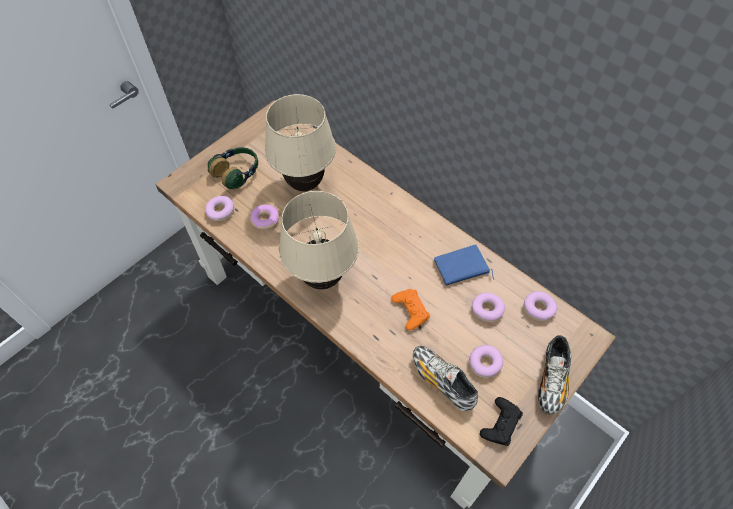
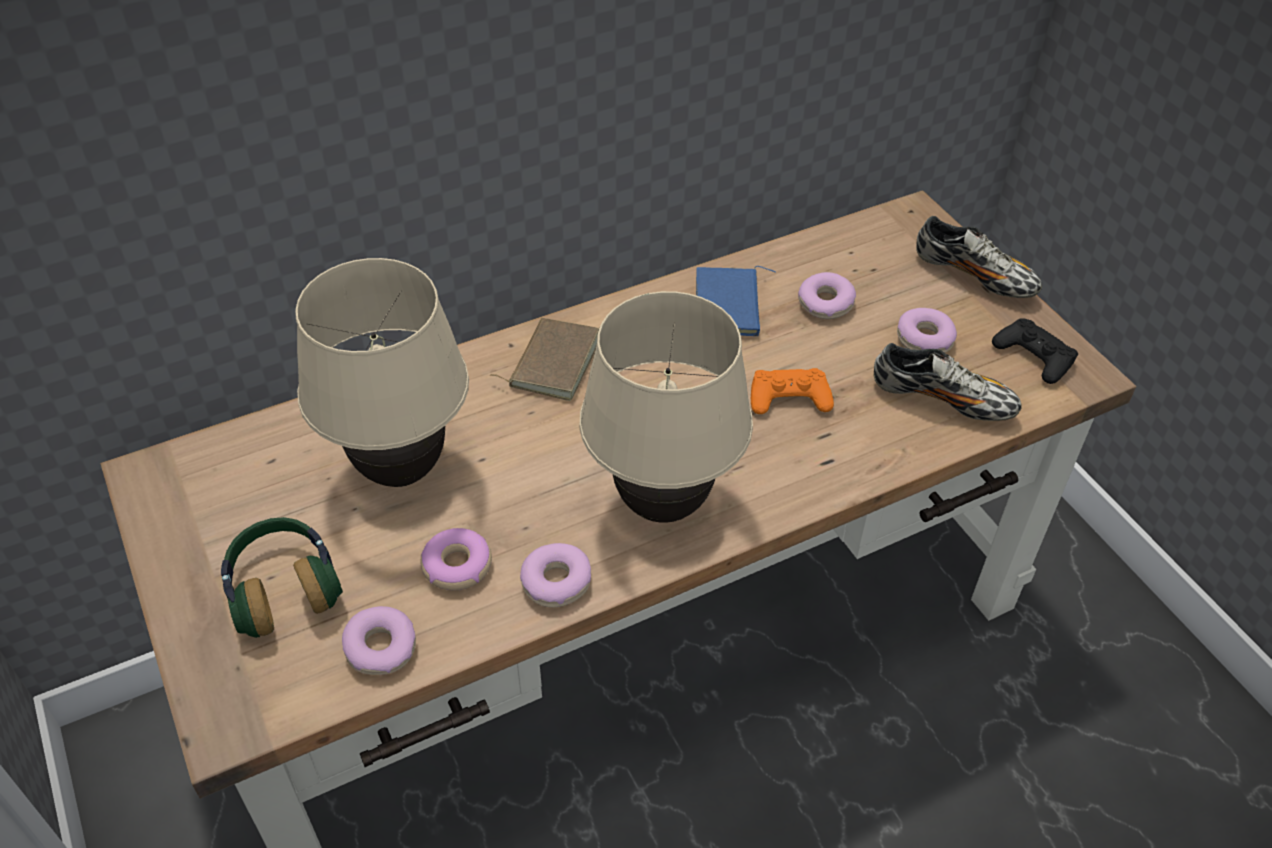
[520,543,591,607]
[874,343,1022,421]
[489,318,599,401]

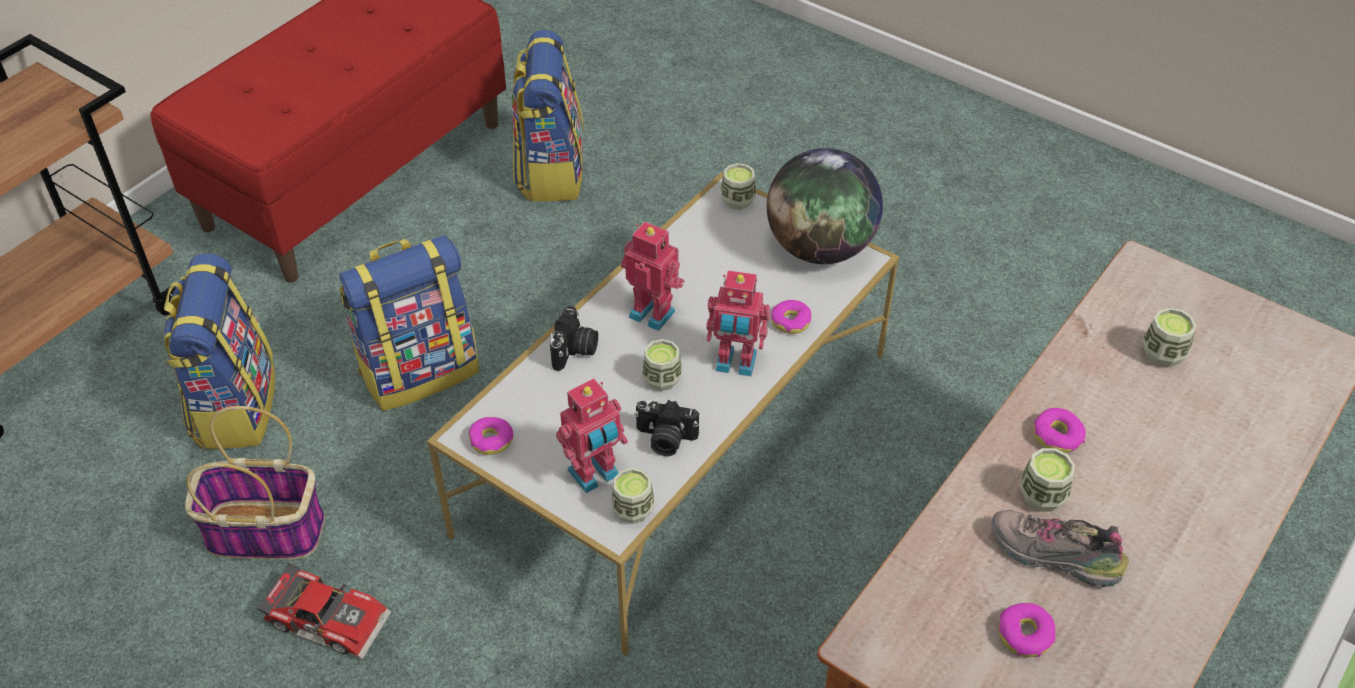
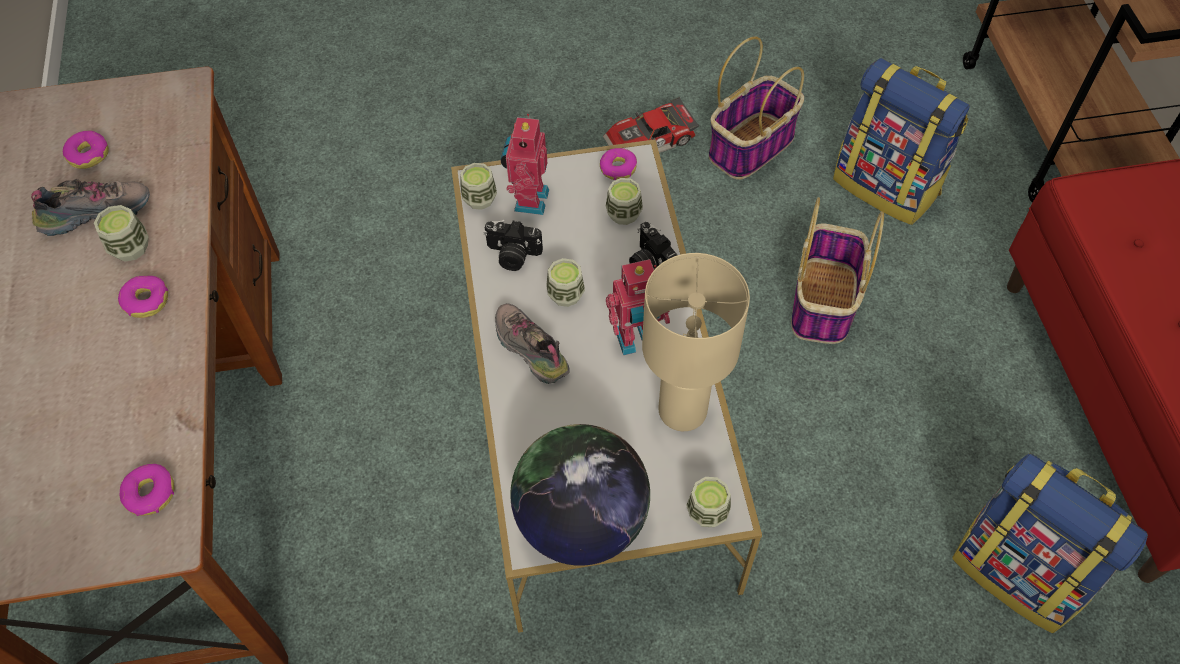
[791,197,884,344]
[495,303,570,384]
[120,464,175,516]
[606,178,643,225]
[484,220,543,271]
[642,253,750,431]

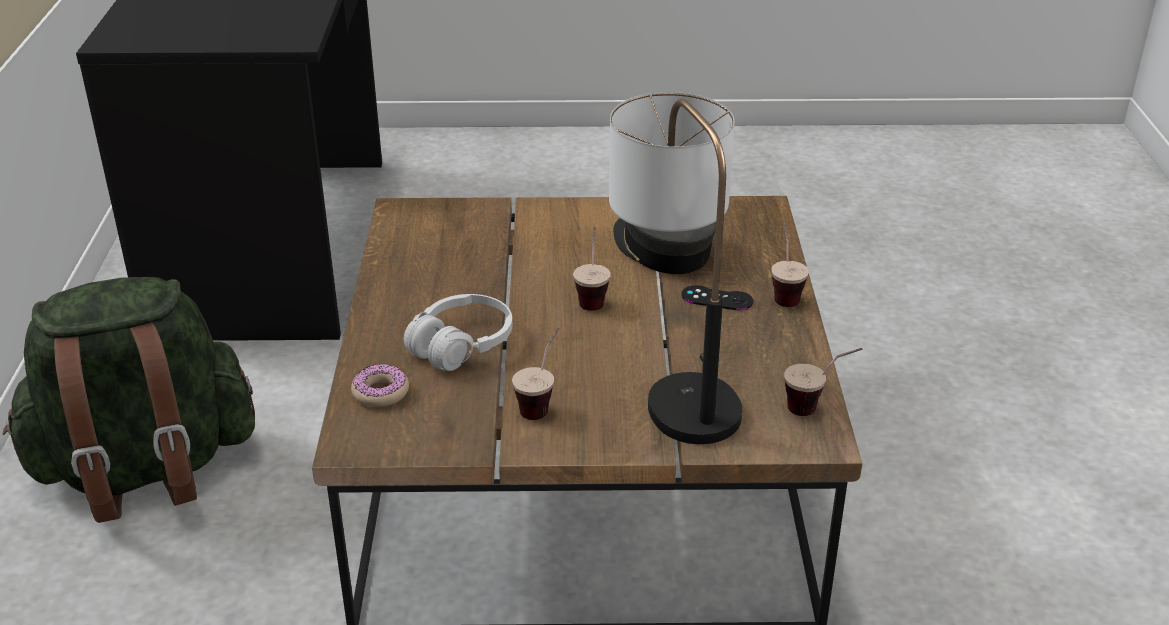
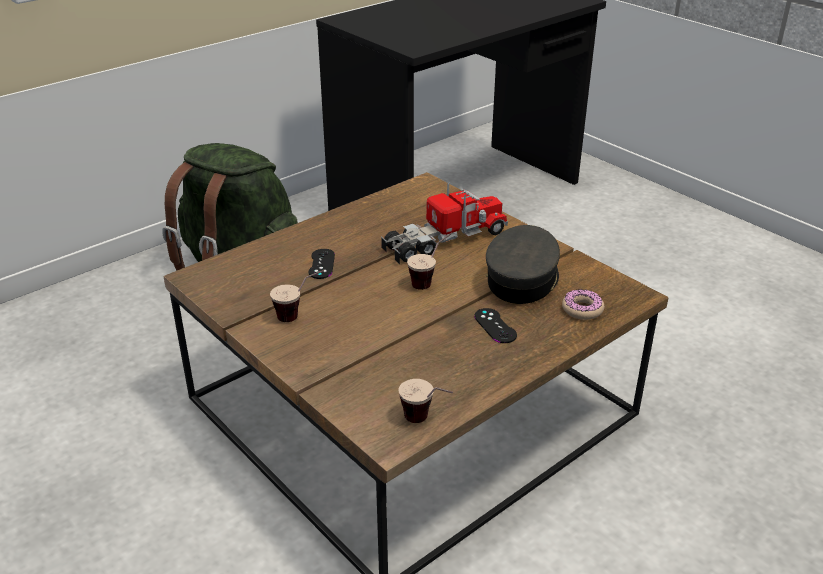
[609,92,742,444] (first image)
[771,223,809,307] (first image)
[308,249,335,279]
[562,289,604,320]
[381,182,508,264]

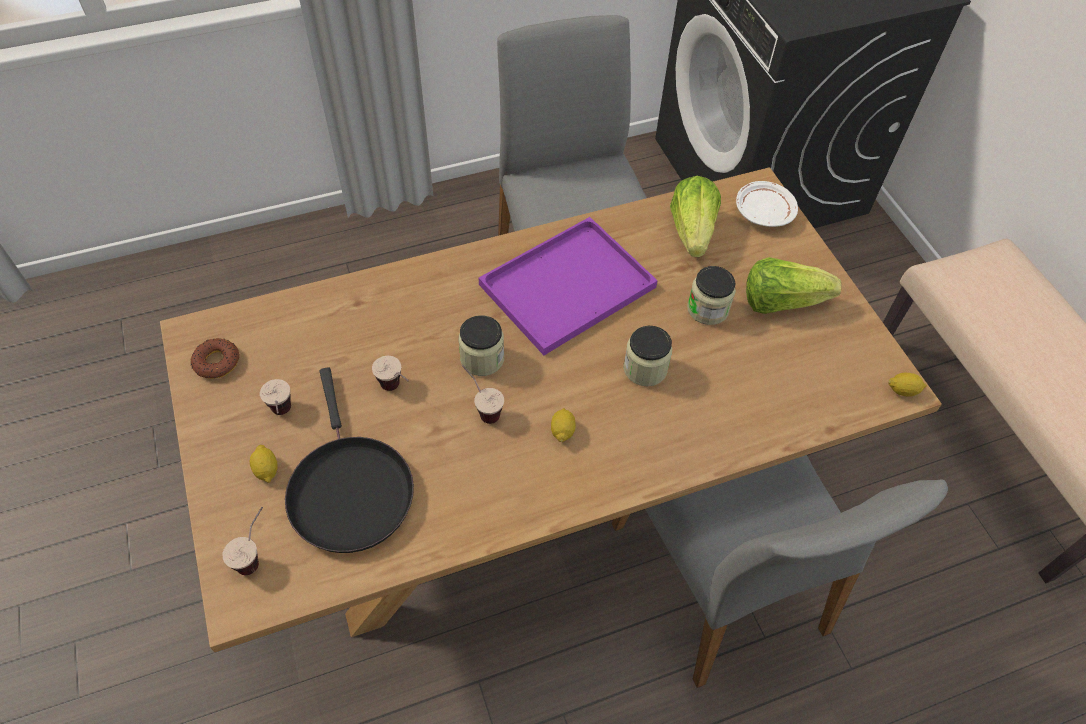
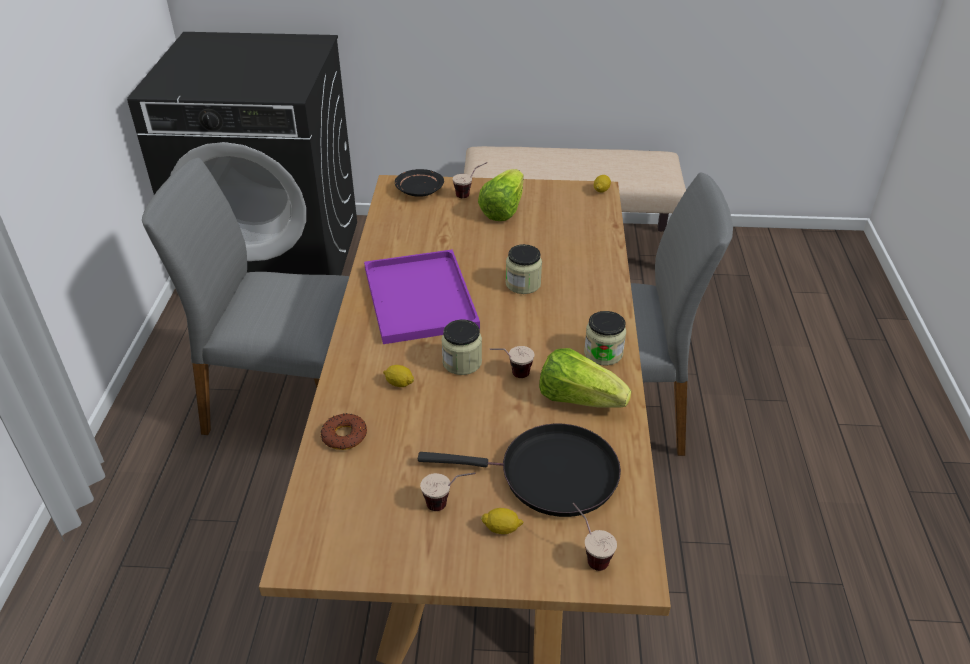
[539,348,631,408]
[395,169,444,197]
[584,311,626,366]
[321,413,367,450]
[452,162,487,198]
[383,365,414,387]

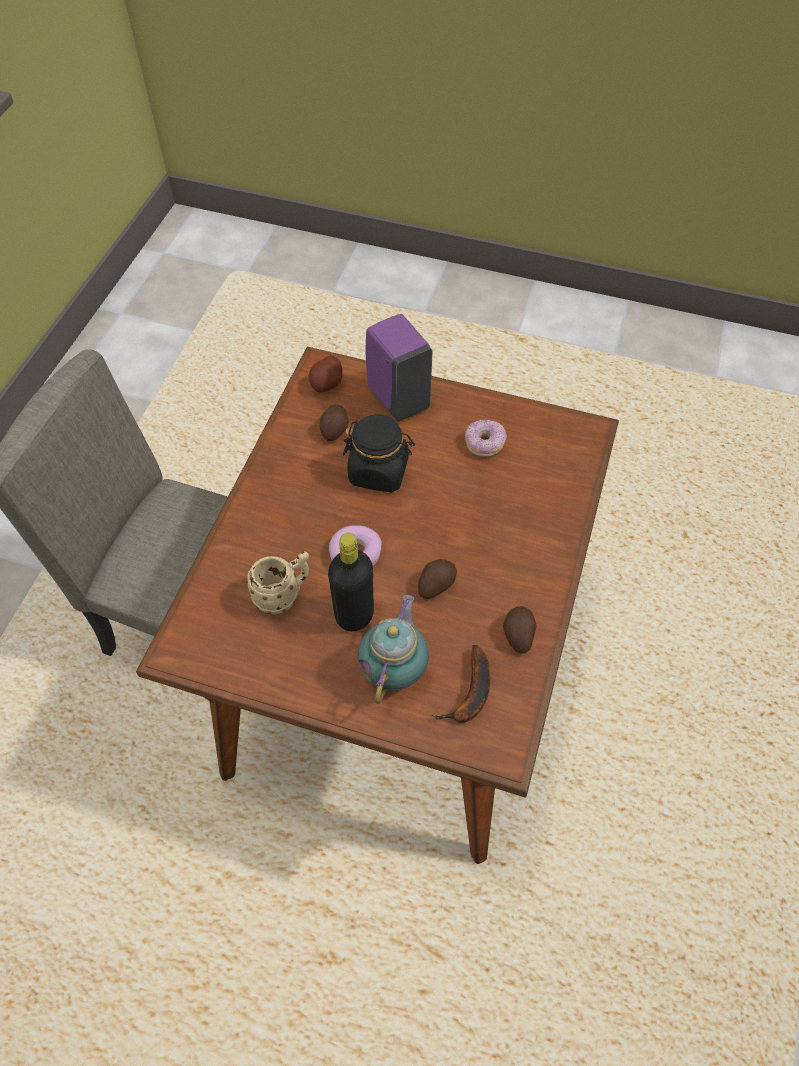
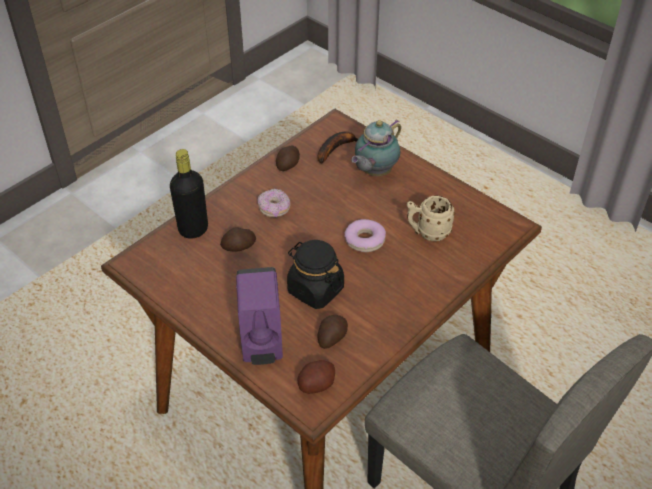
[258,189,291,218]
[170,149,208,239]
[220,227,256,252]

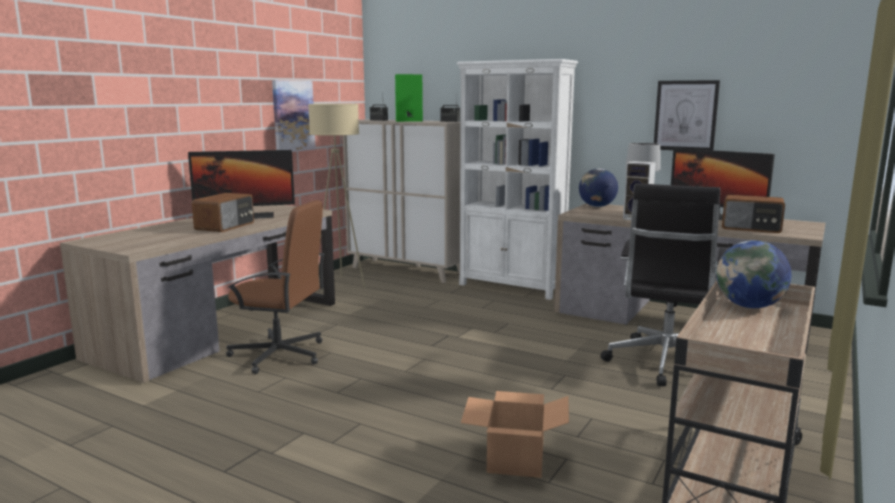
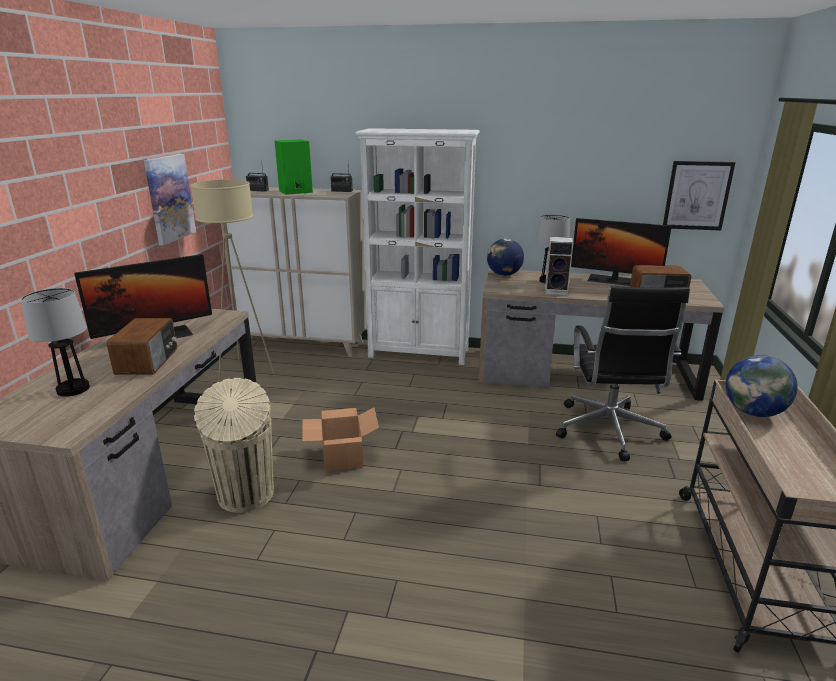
[663,161,735,231]
[194,378,274,513]
[302,407,379,471]
[21,288,90,397]

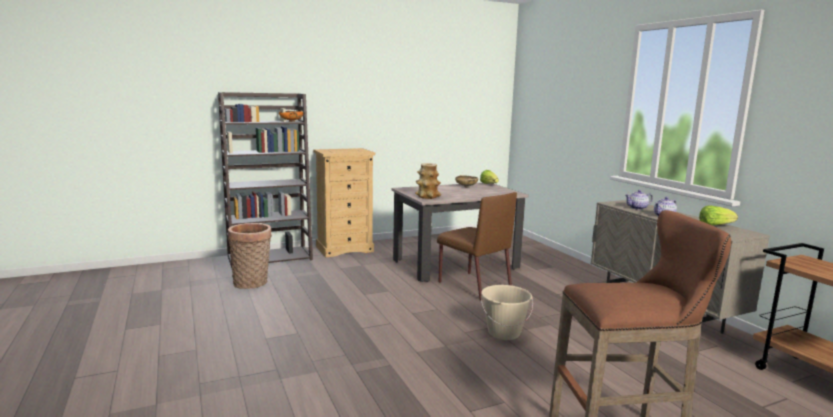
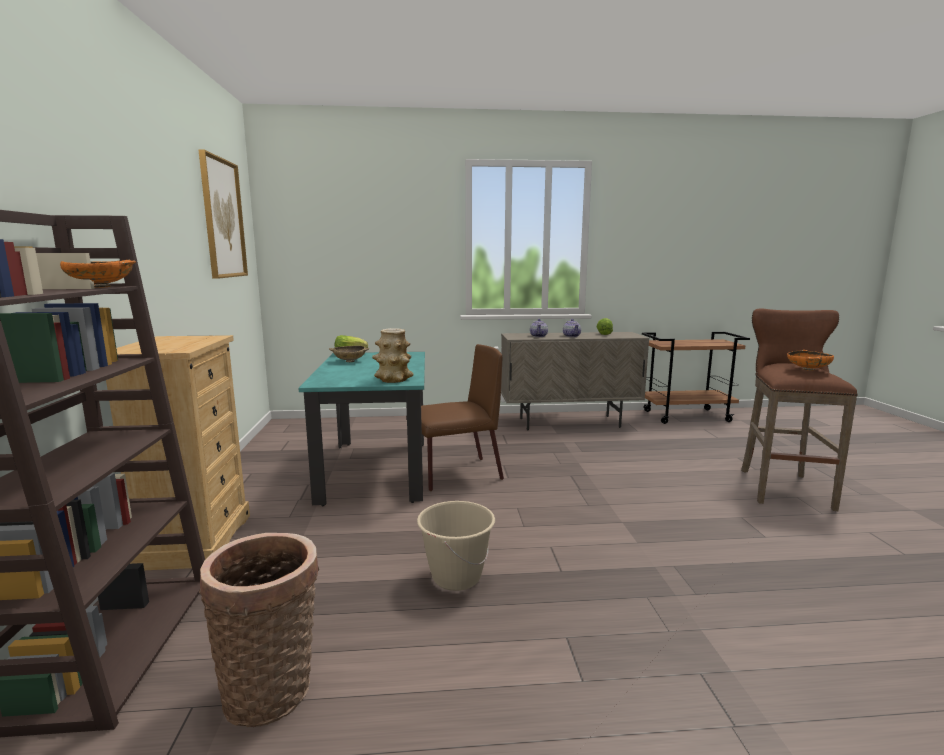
[298,352,425,506]
[417,501,495,591]
[198,149,248,279]
[787,350,834,371]

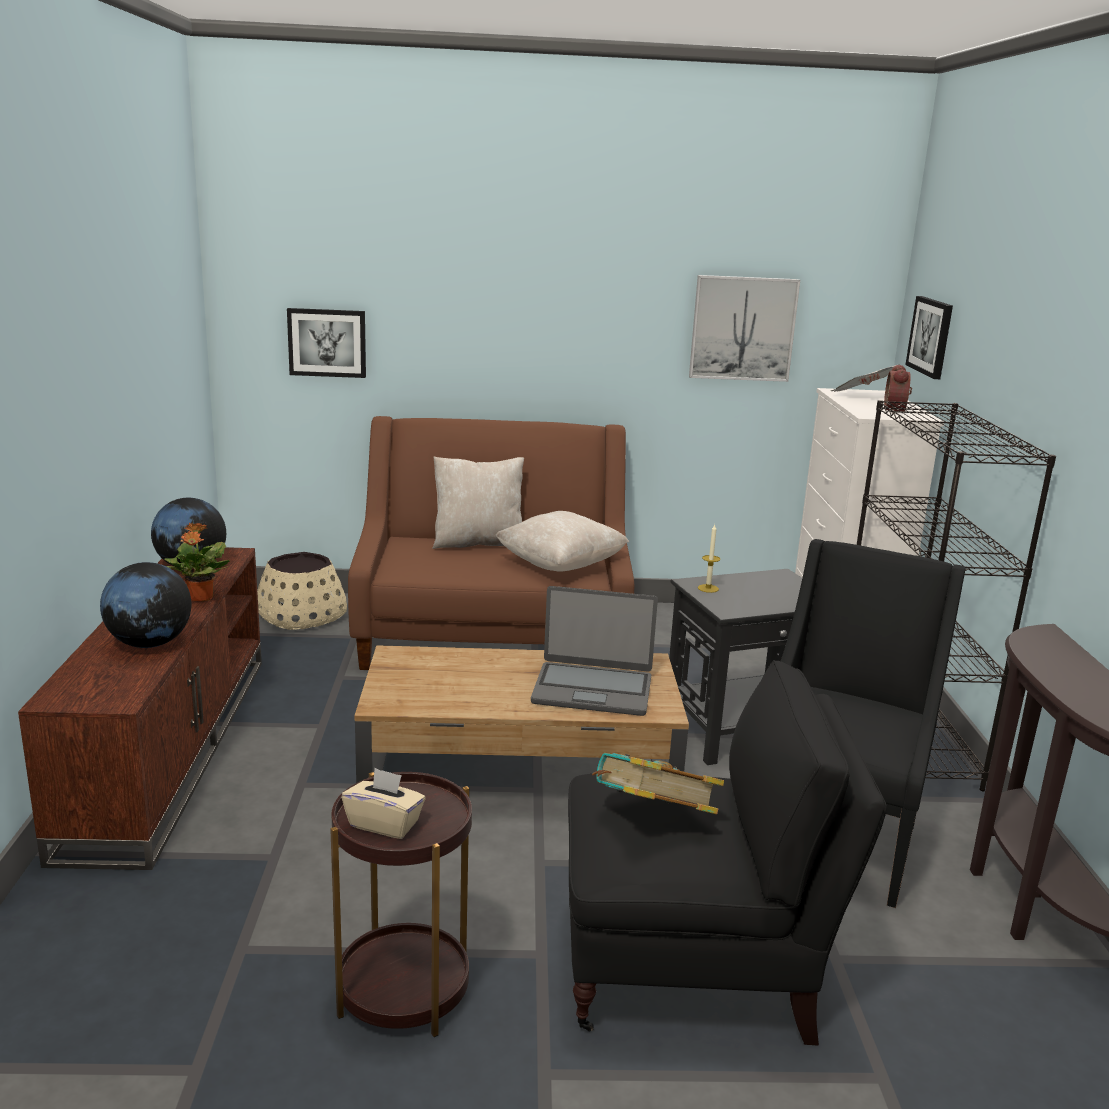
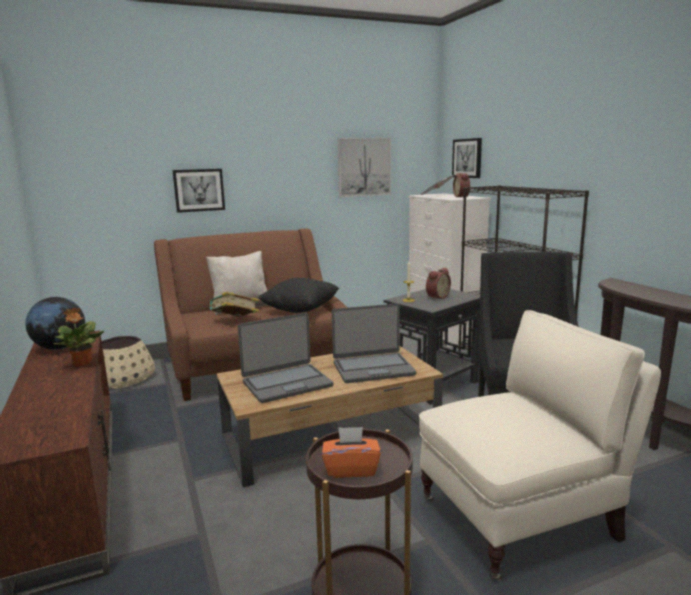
[173,169,225,213]
[259,278,339,313]
[100,562,191,648] (first image)
[419,310,661,581]
[208,291,259,317]
[322,427,381,478]
[426,268,451,300]
[238,313,333,403]

